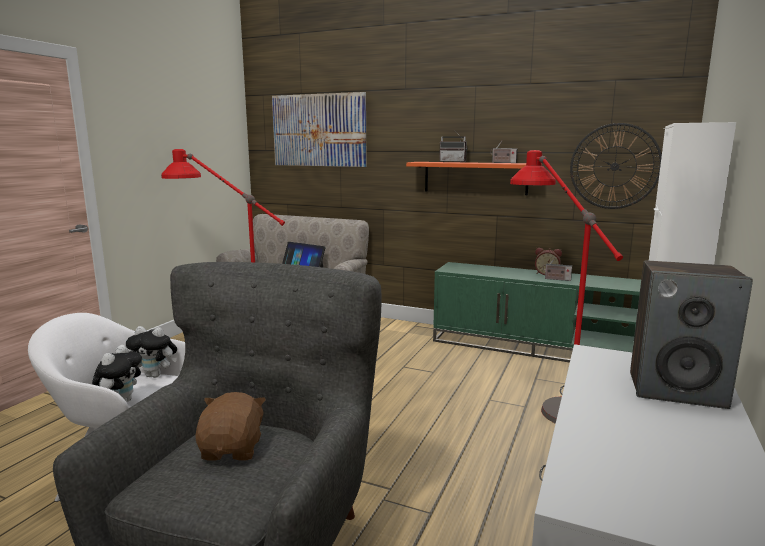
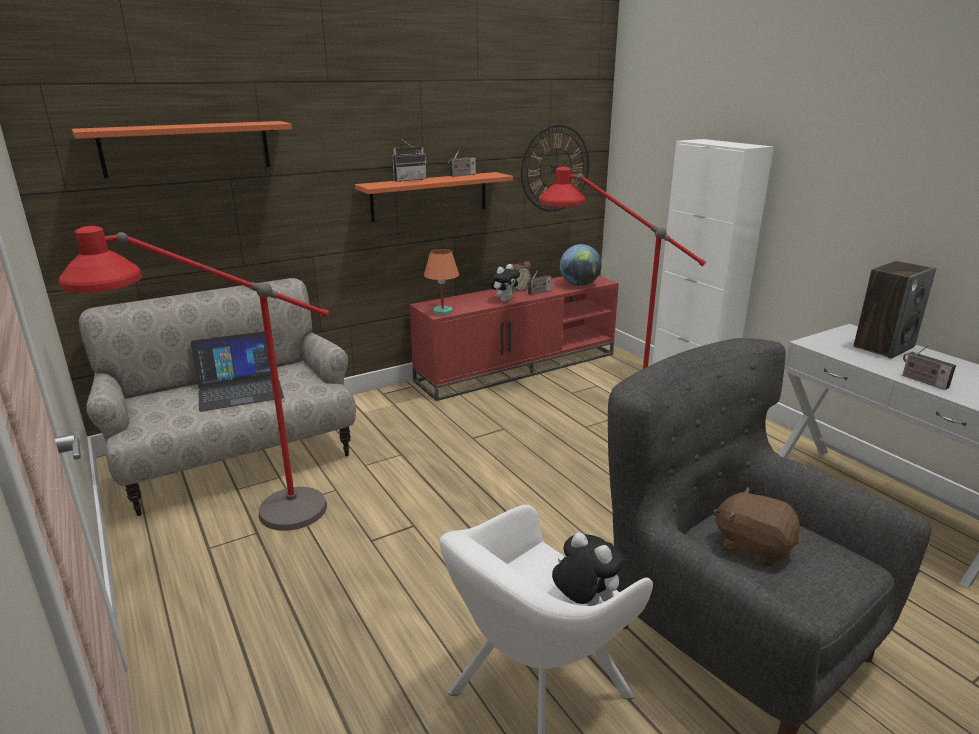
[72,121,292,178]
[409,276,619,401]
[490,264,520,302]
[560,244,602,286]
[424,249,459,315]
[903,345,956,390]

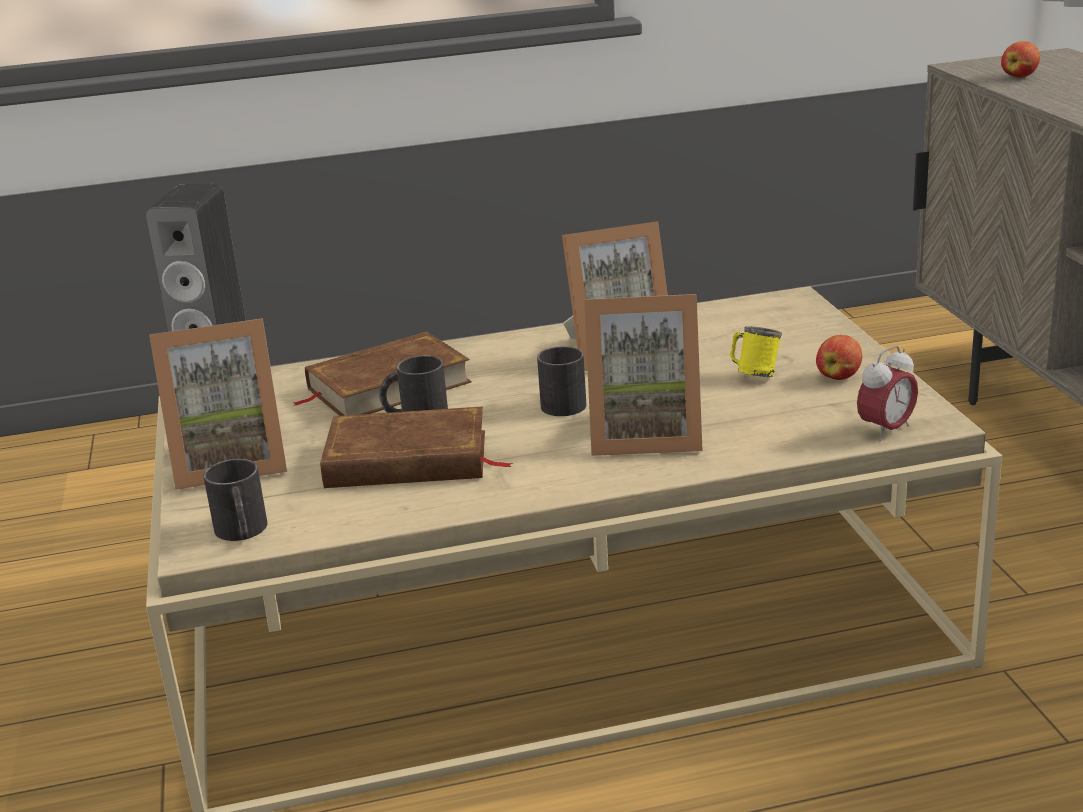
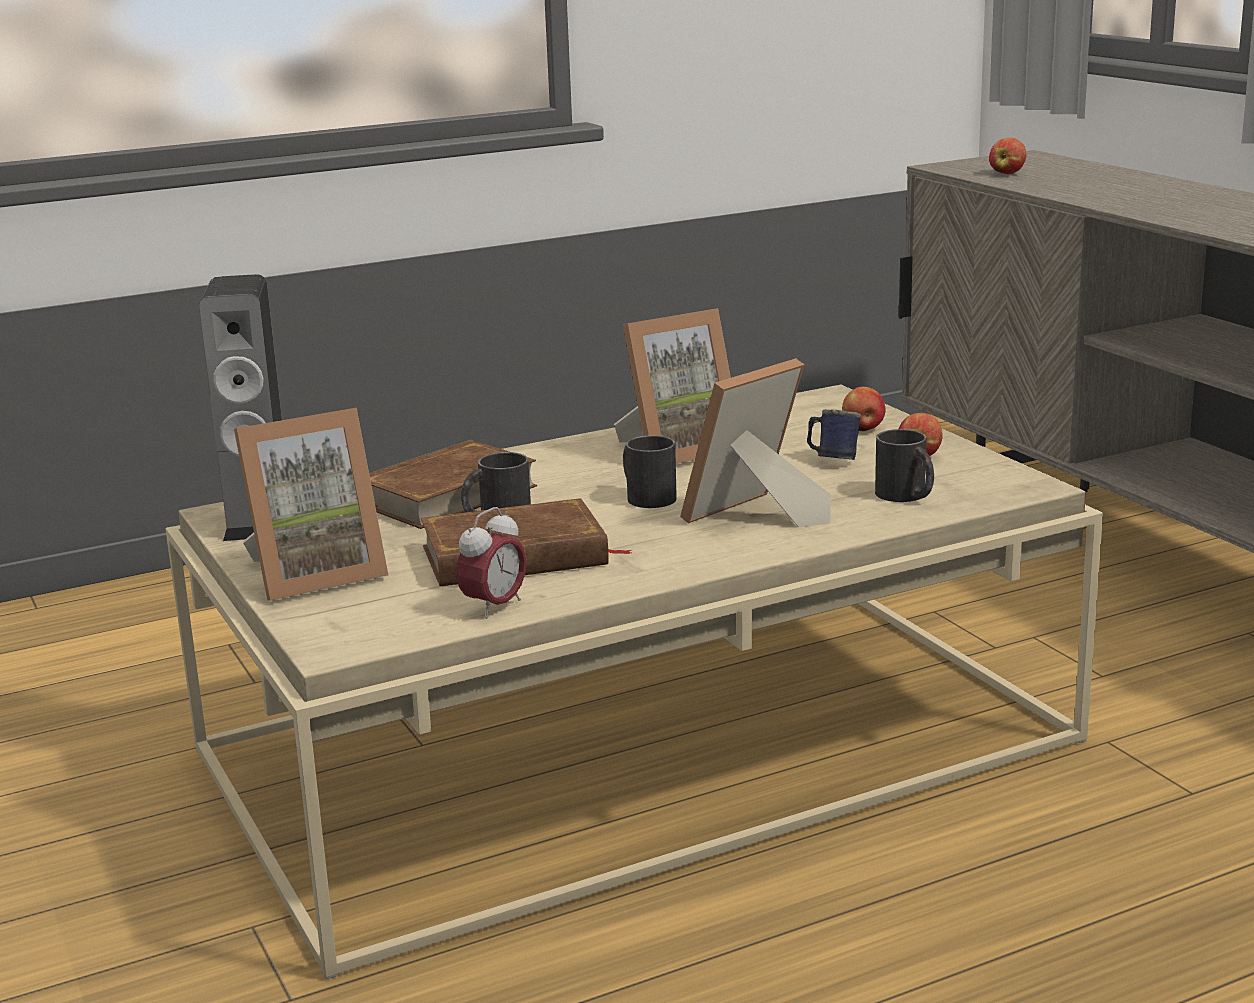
[680,358,831,528]
[807,409,861,460]
[456,507,527,619]
[875,429,934,502]
[842,387,886,431]

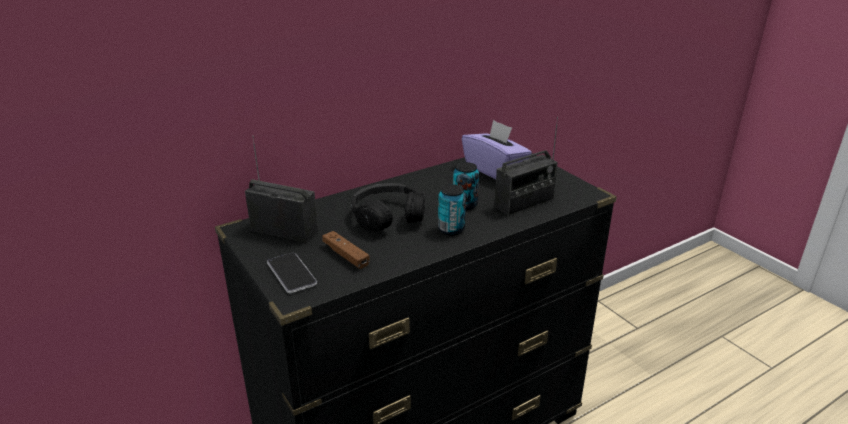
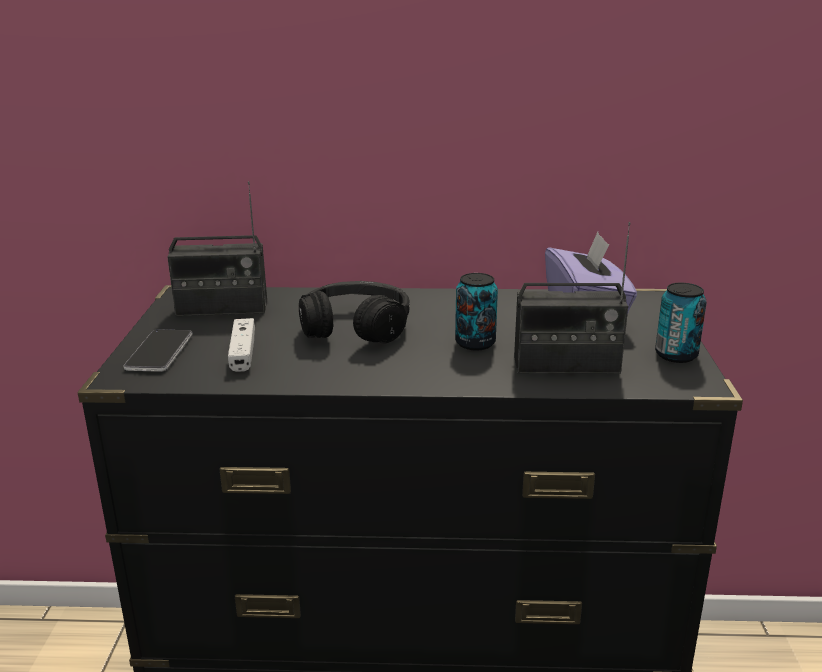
[167,181,267,316]
[655,283,707,363]
[228,318,255,372]

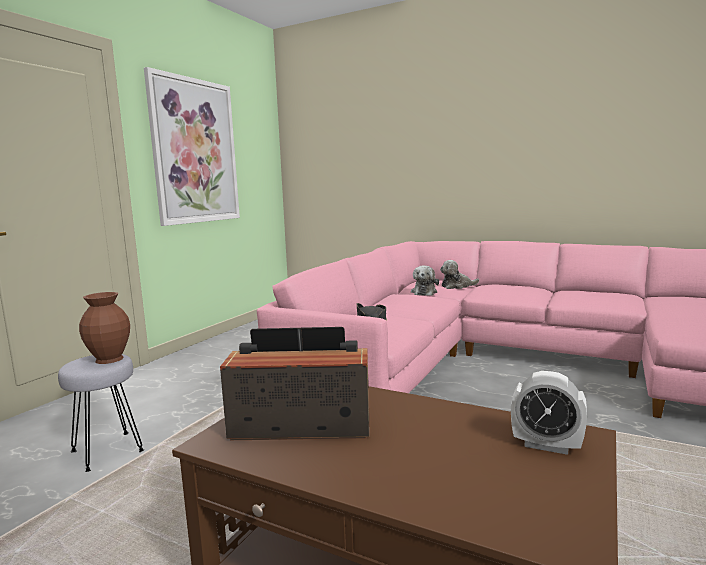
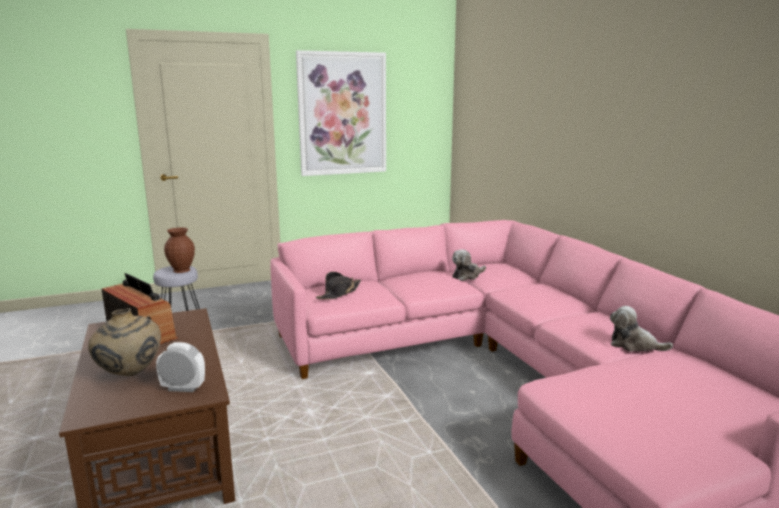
[610,306,673,351]
[156,342,205,392]
[88,308,161,376]

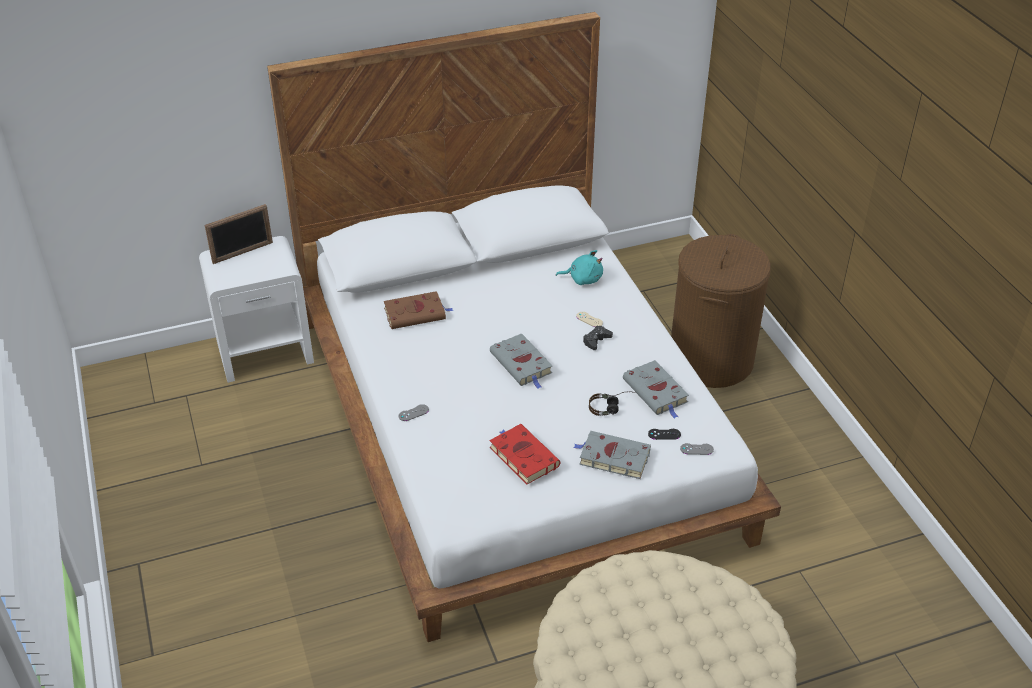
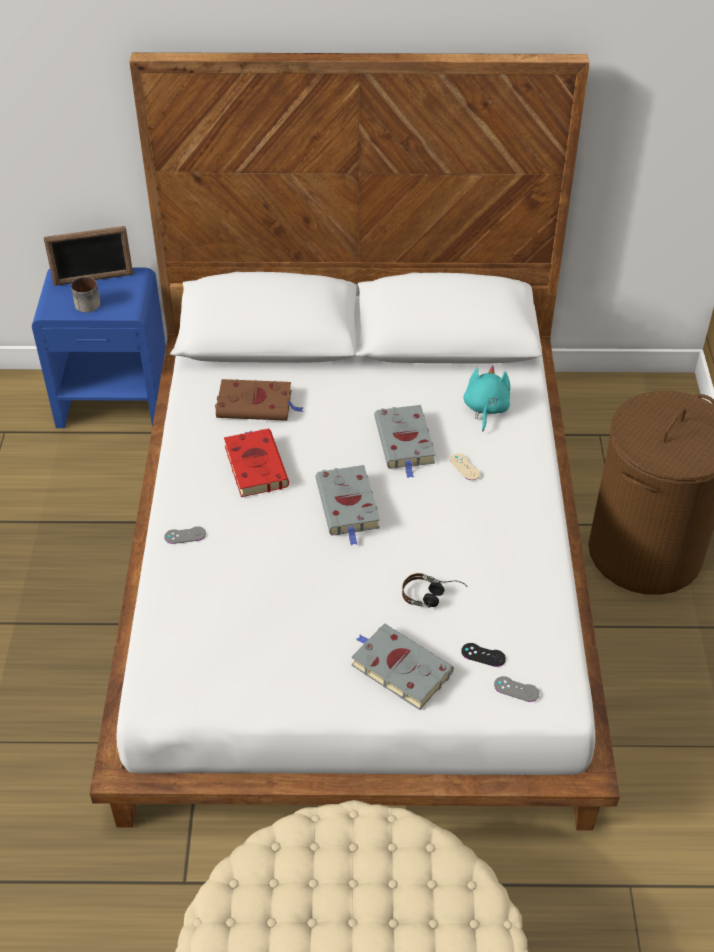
[32,268,166,428]
[464,365,510,431]
[583,326,613,350] (first image)
[374,405,436,478]
[224,429,289,497]
[71,277,100,312]

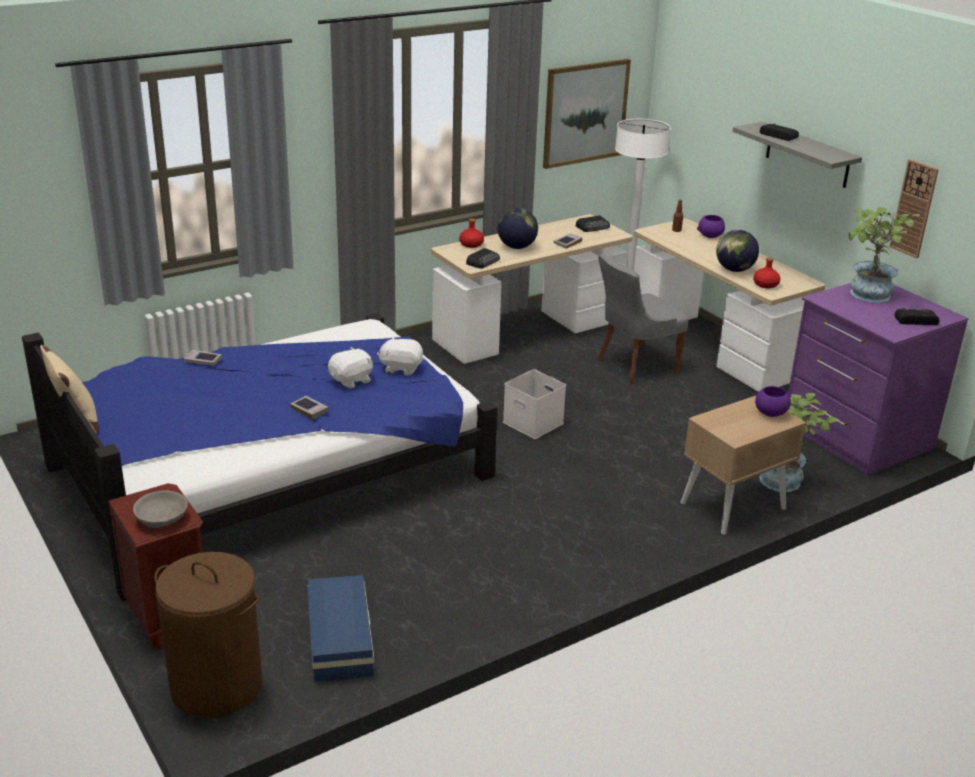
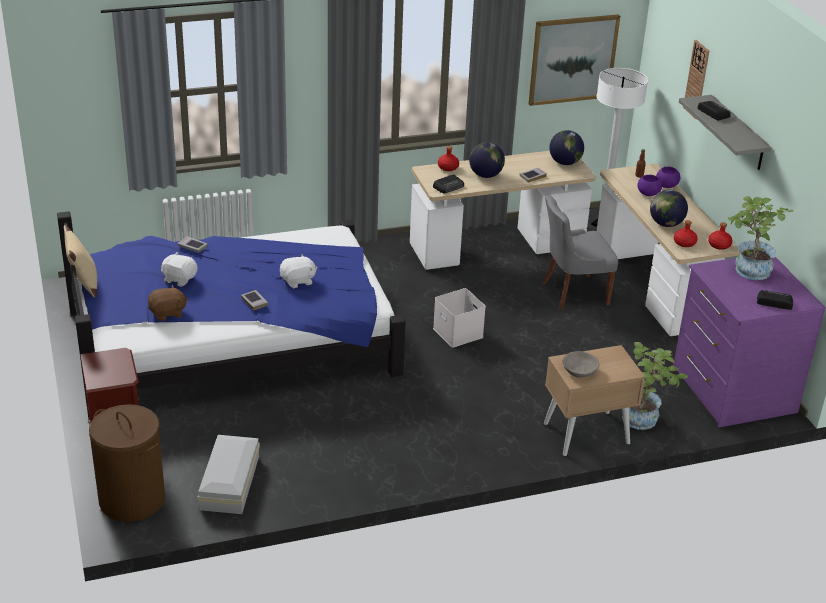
[683,40,709,119]
[549,130,584,165]
[161,252,197,287]
[638,175,662,196]
[563,351,600,378]
[198,435,260,514]
[708,223,732,250]
[148,285,188,321]

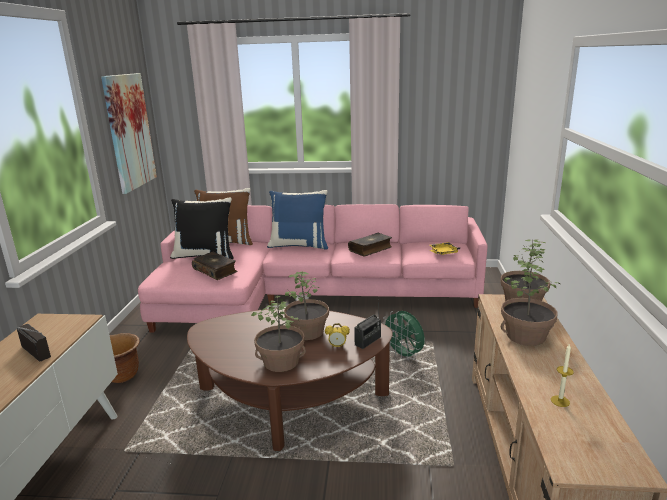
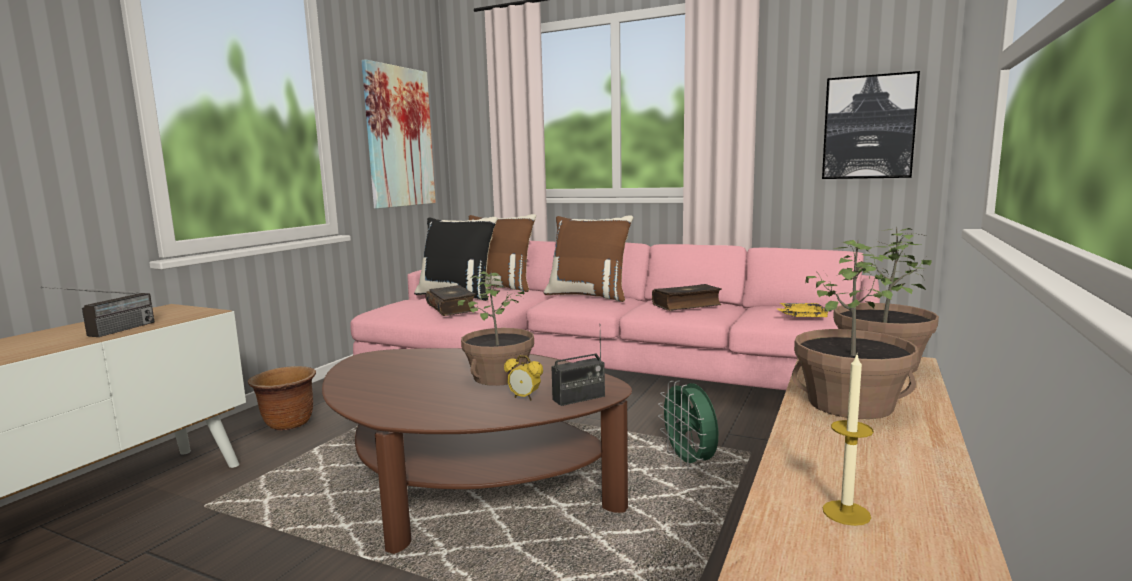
[544,216,633,302]
[251,296,306,372] (first image)
[41,286,155,337]
[822,71,920,179]

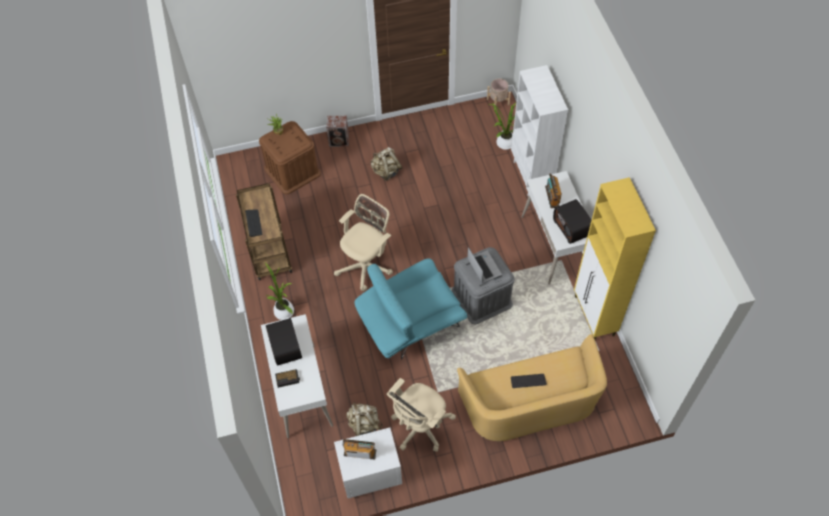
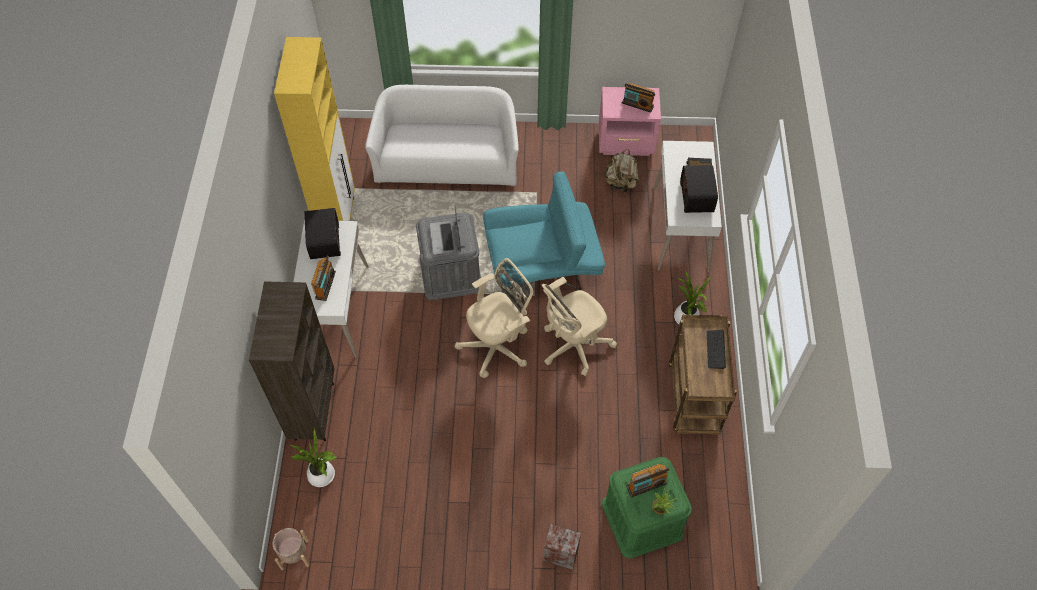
[249,281,335,441]
[602,457,692,559]
[370,147,402,181] (first image)
[365,85,519,186]
[511,374,547,388] (first image)
[454,258,534,378]
[599,87,661,156]
[626,464,669,497]

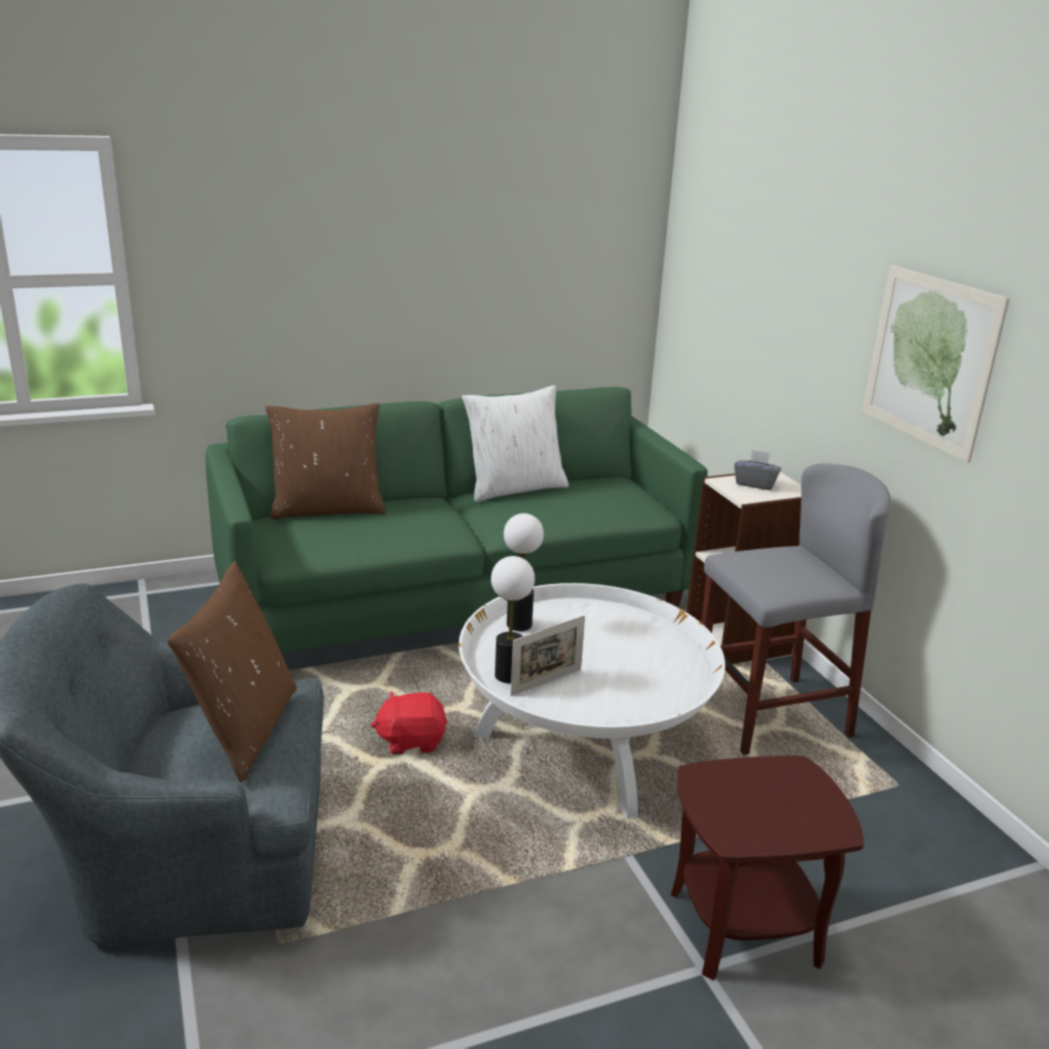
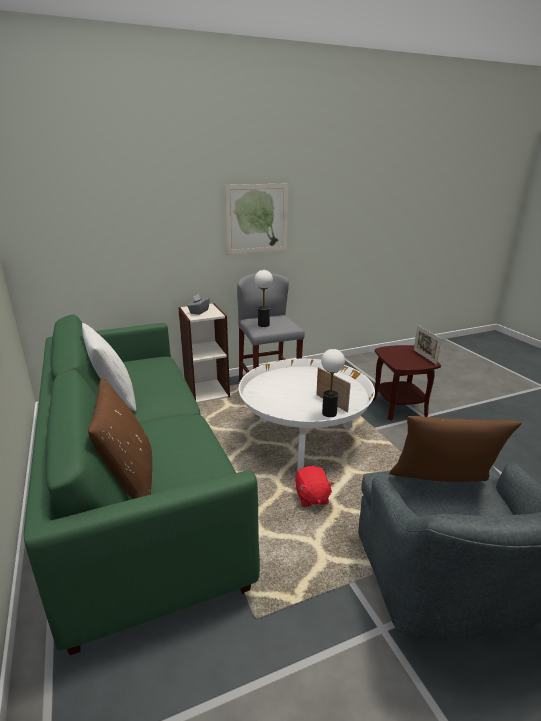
[254,270,273,327]
[414,325,441,365]

